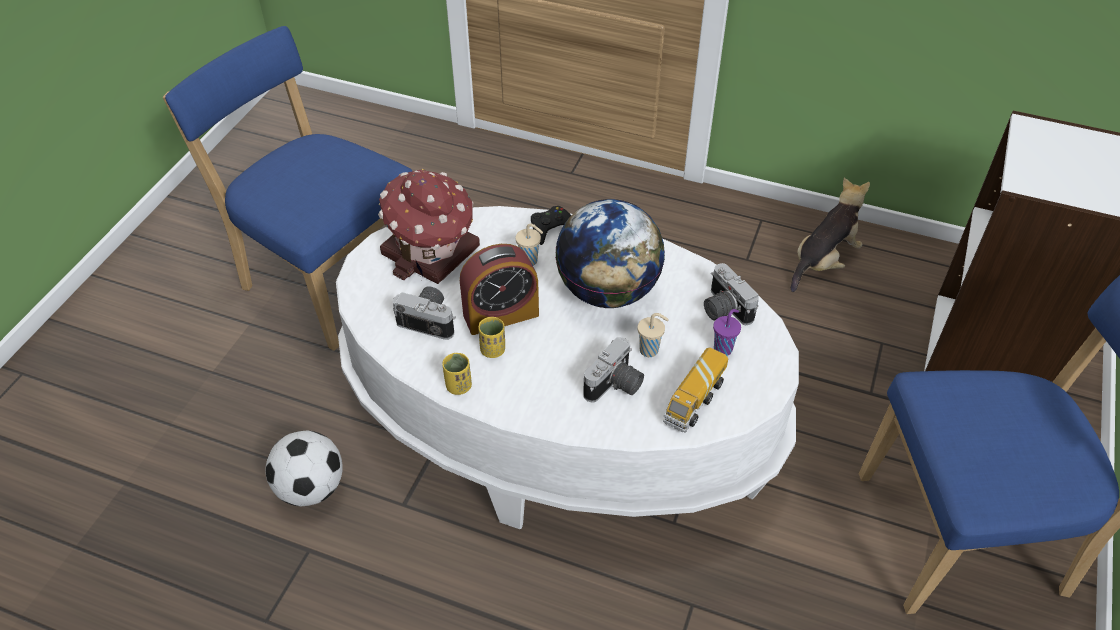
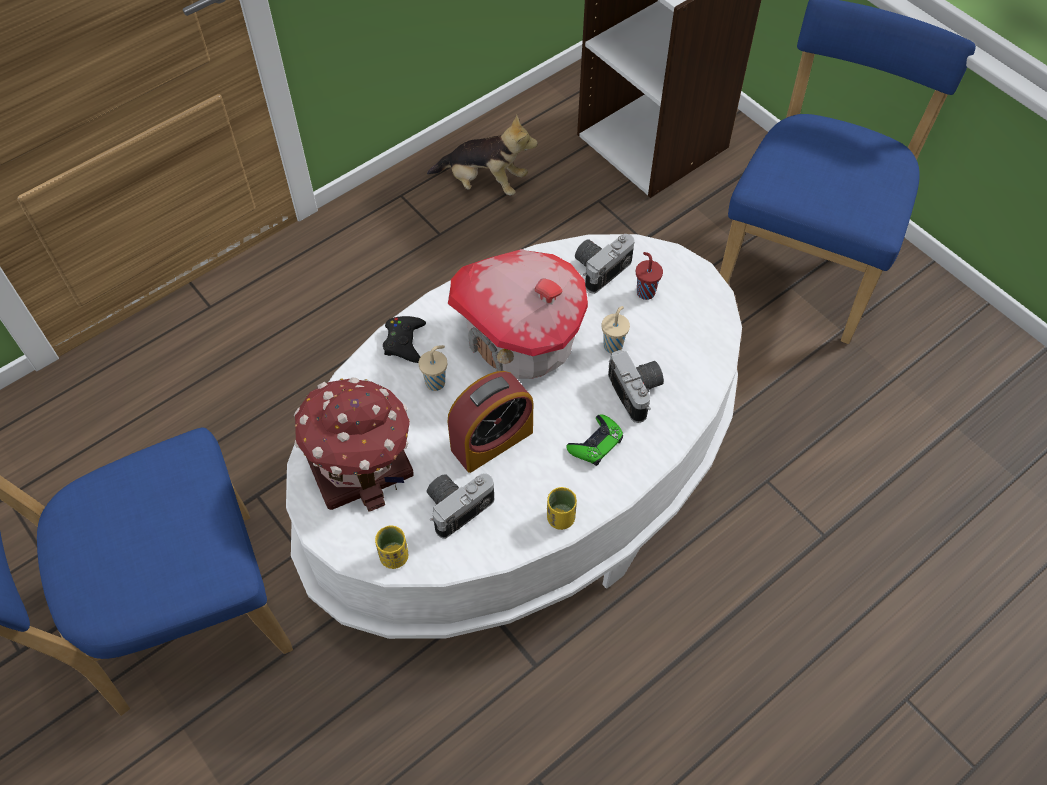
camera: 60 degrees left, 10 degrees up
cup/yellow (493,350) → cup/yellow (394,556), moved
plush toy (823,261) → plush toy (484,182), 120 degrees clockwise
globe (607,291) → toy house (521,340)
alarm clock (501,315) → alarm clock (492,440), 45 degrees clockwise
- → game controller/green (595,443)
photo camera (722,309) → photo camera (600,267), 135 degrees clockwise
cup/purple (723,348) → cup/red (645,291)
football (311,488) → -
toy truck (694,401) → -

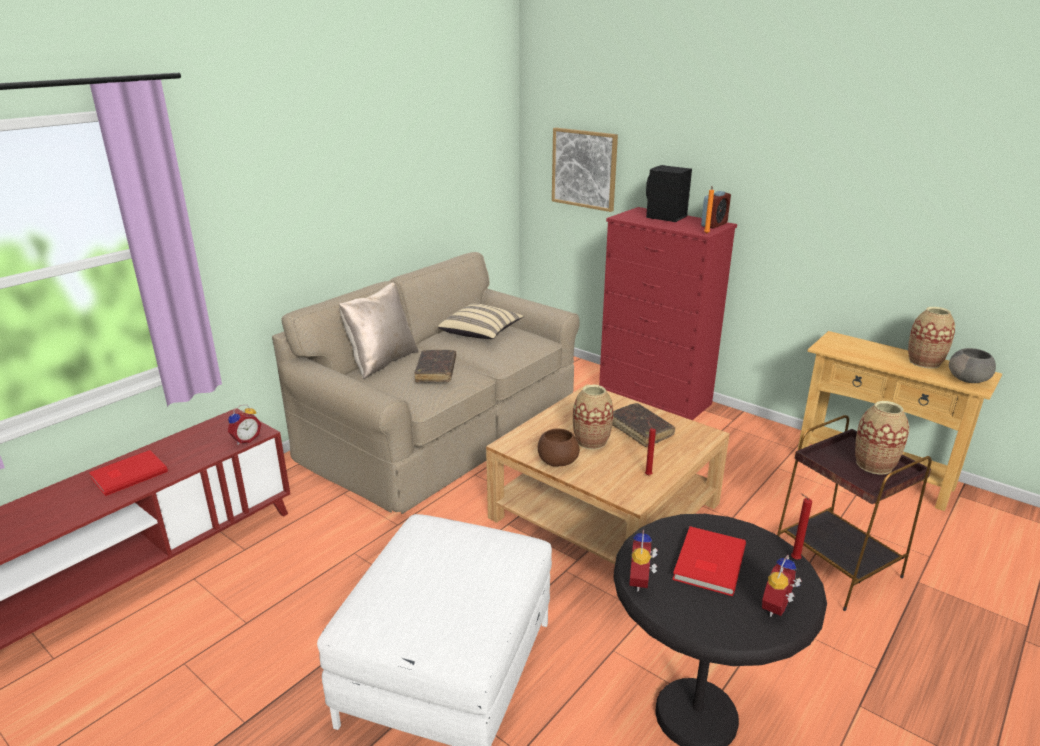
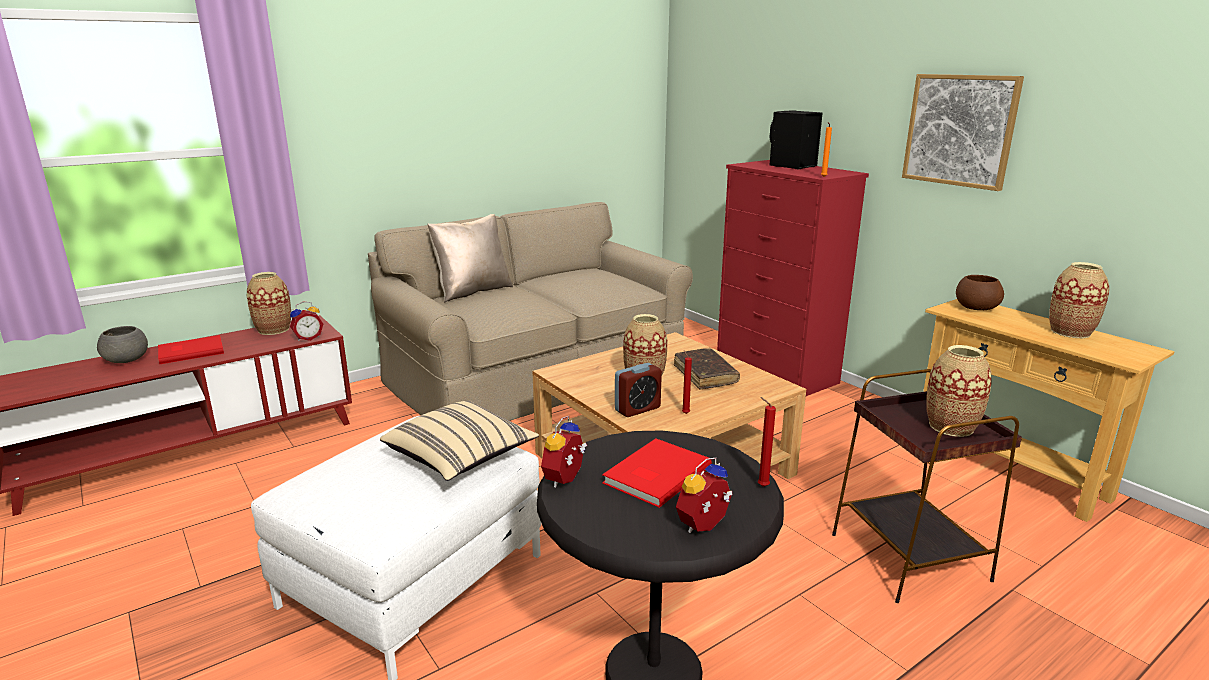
camera: 15 degrees right, 5 degrees down
bowl/grey (968,379) → bowl/grey (127,360), moved
- → vase (274,330)
pillow/beige (481,334) → pillow/beige (461,458), moved
alarm clock (714,225) → alarm clock (637,409), moved
picture (584,169) → picture (960,130), moved
bowl/brown (557,461) → bowl/brown (975,308), moved
book/brown (436,371) → -

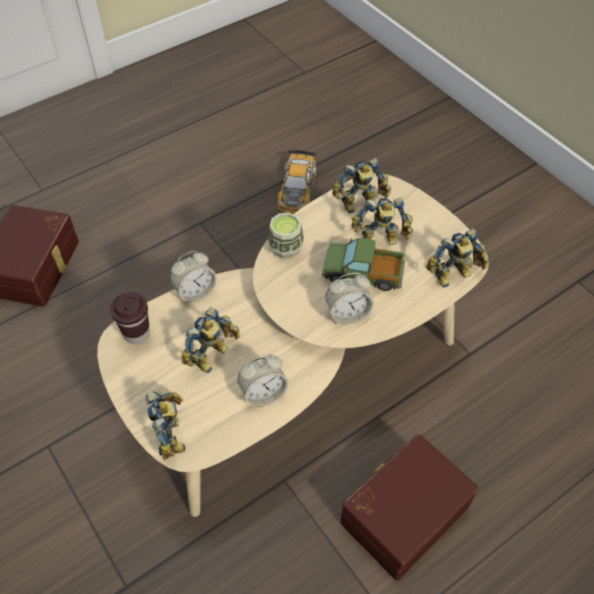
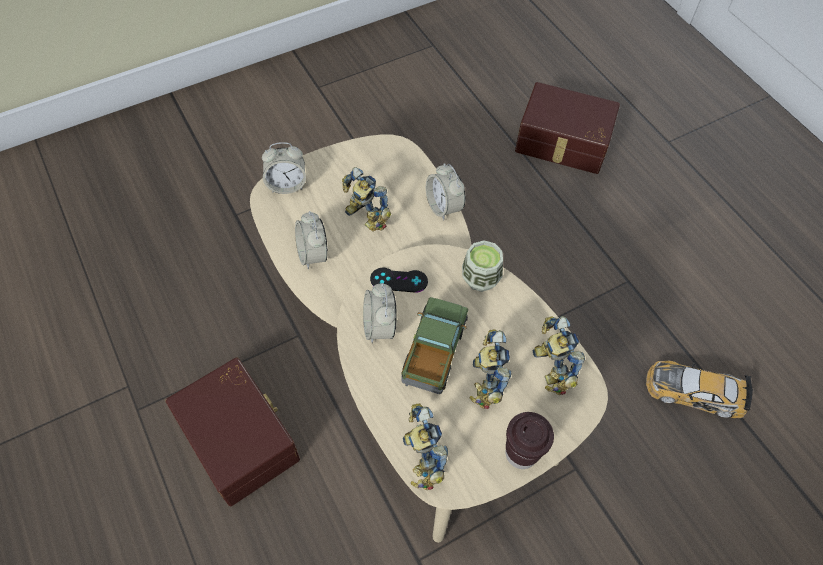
camera: 95 degrees right, 5 degrees up
toy robot (173,435) → alarm clock (287,185)
- → game controller/black (399,280)
cup/brown (137,334) → cup/brown (521,454), moved

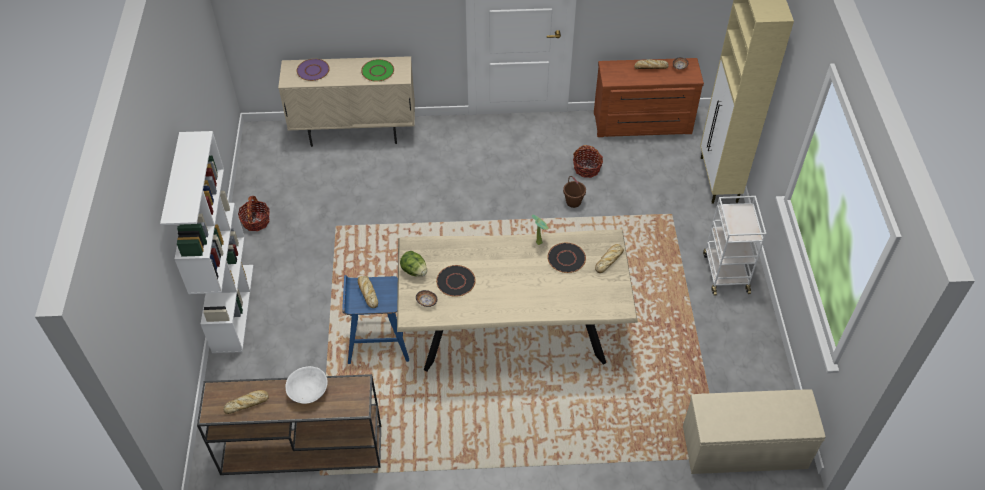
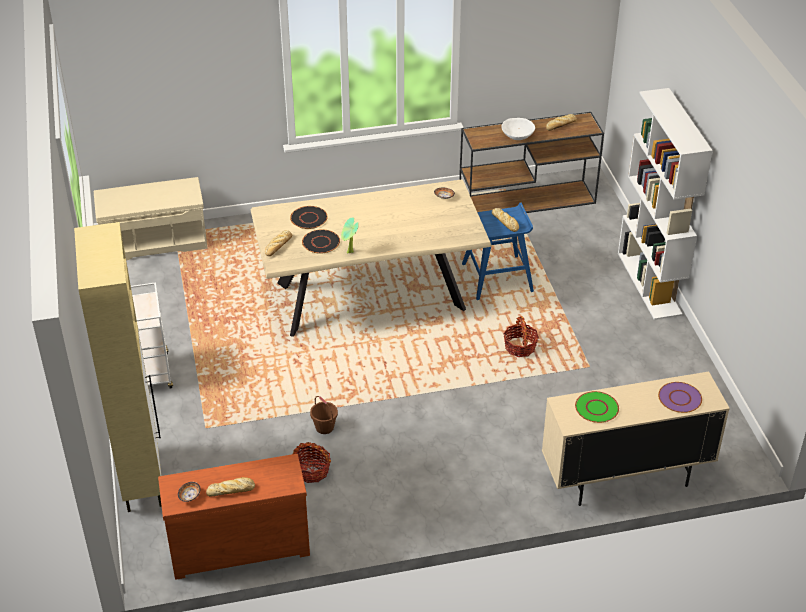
camera: 170 degrees right, 10 degrees down
plate/black (455,281) → plate/black (309,218), moved
basket (256,221) → basket (520,347), moved
lettuce (414,271) → -

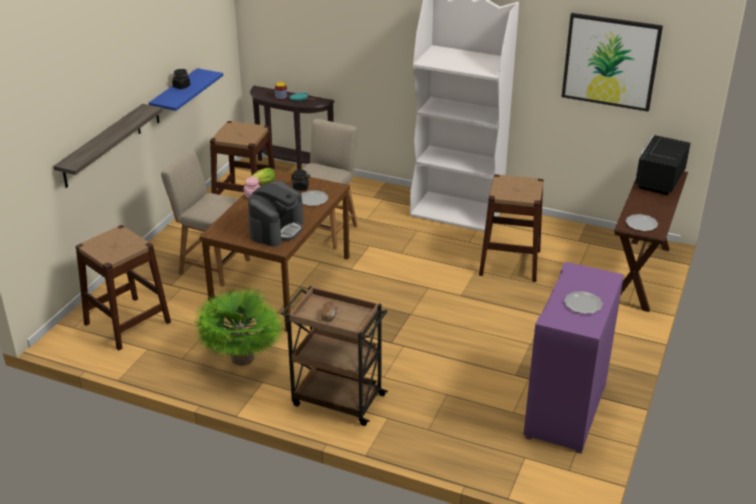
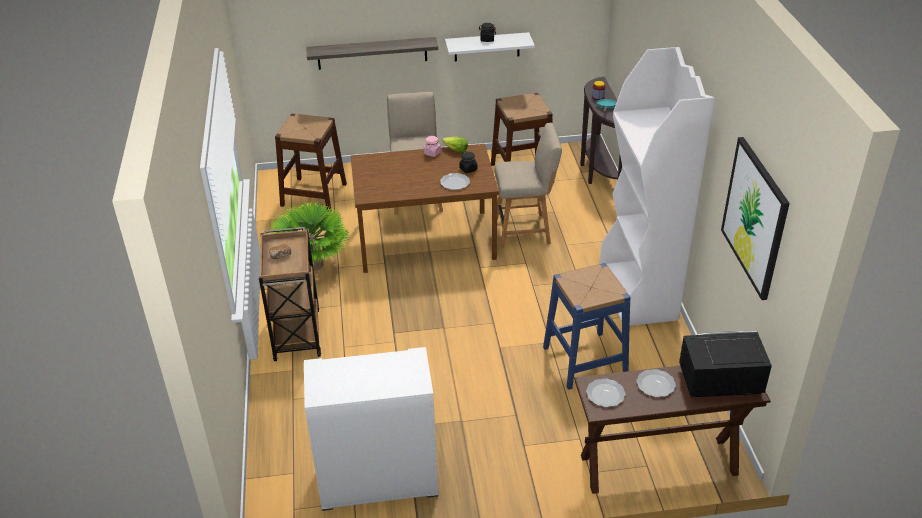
camera: 60 degrees right, 5 degrees up
cabinet/purple (567,410) → cabinet/white (377,480)
shelf/blue (175,97) → shelf/white (487,47)
stool/brown (510,262) → stool/blue (585,360)
plate (583,304) → plate (656,385), moved
coffee machine (277,229) → -

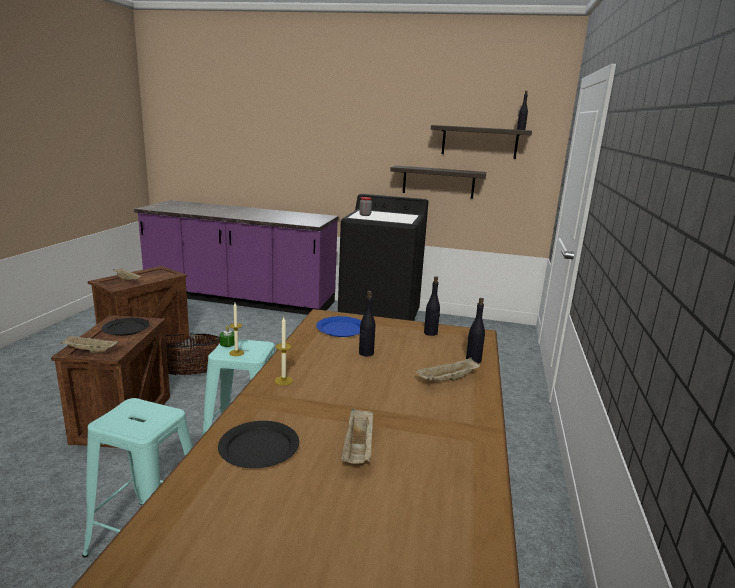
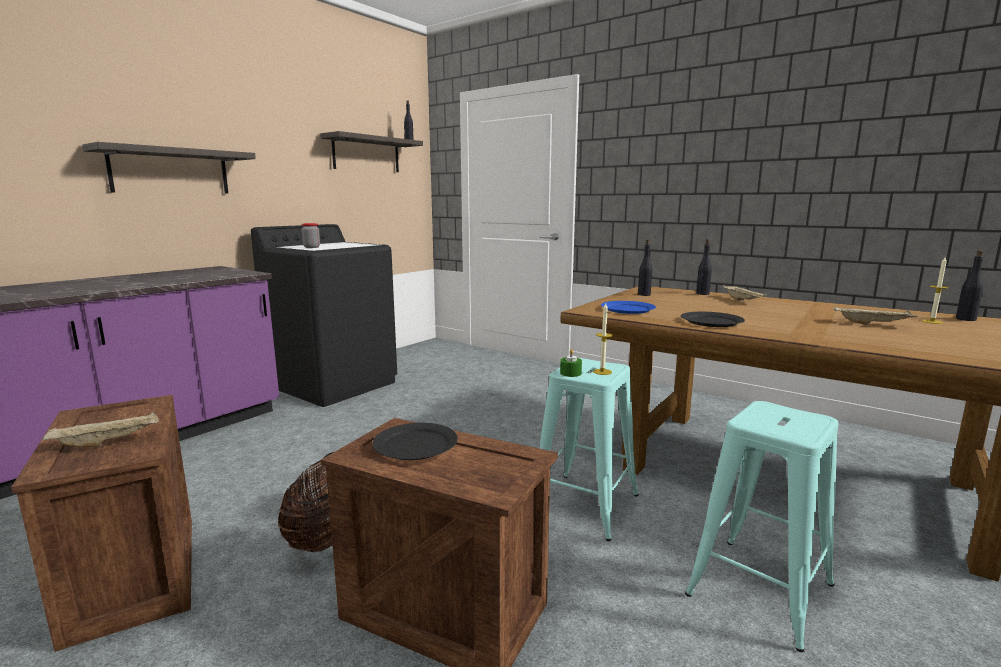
camera: 65 degrees left, 5 degrees down
shelf (438,182) → shelf (170,171), moved
plate/black (258,448) → plate/black (712,322), moved
candle (283,380) → candle (932,322), moved
bottle/black (366,353) → bottle/black (966,319), moved
tray/beige (89,351) → -

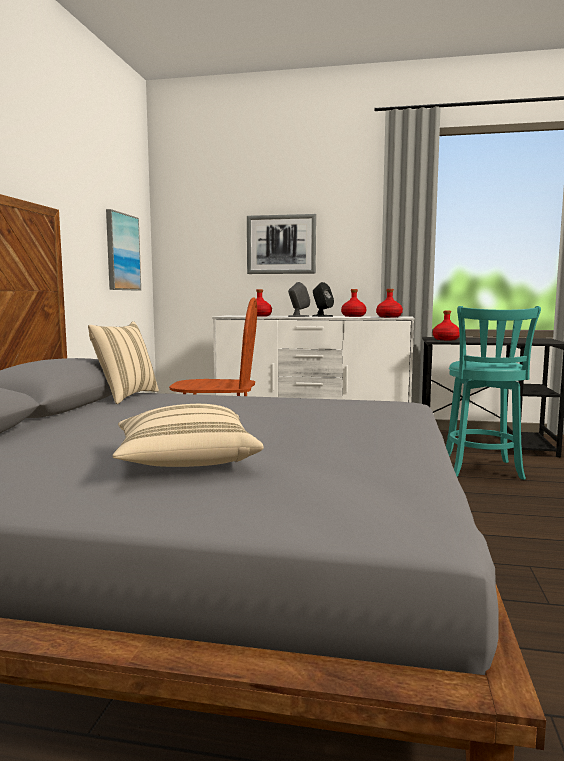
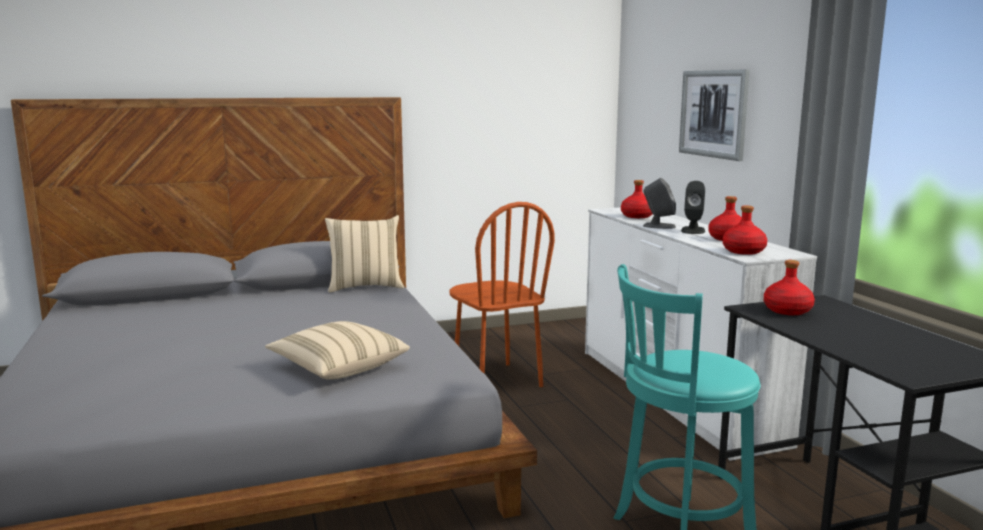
camera: 60 degrees right, 5 degrees up
pillow/beige (185,461) → pillow/beige (338,367), moved
picture (122,252) → -

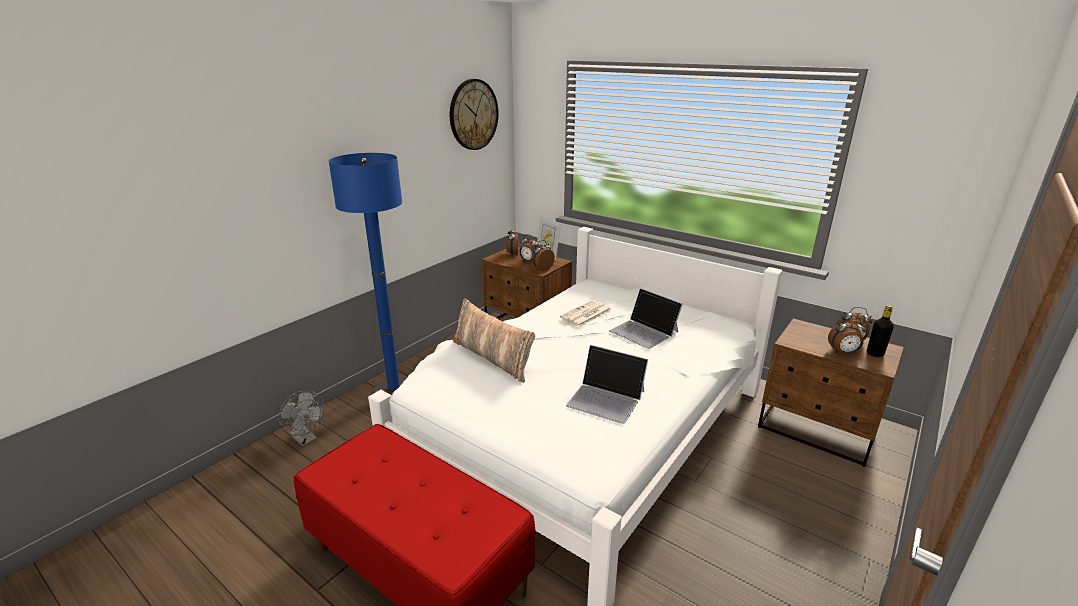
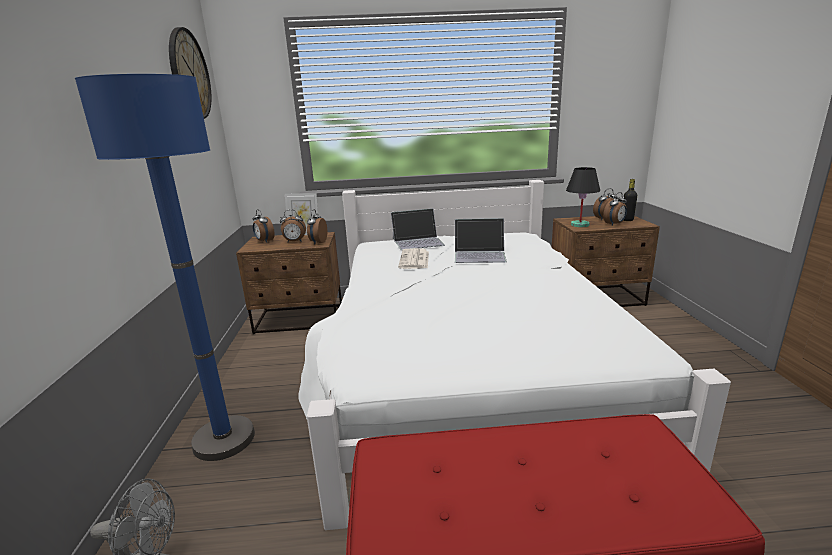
camera: 40 degrees left, 5 degrees down
laptop (606,398) → laptop (418,241), moved
- → table lamp/black (579,225)
pillow (492,358) → -

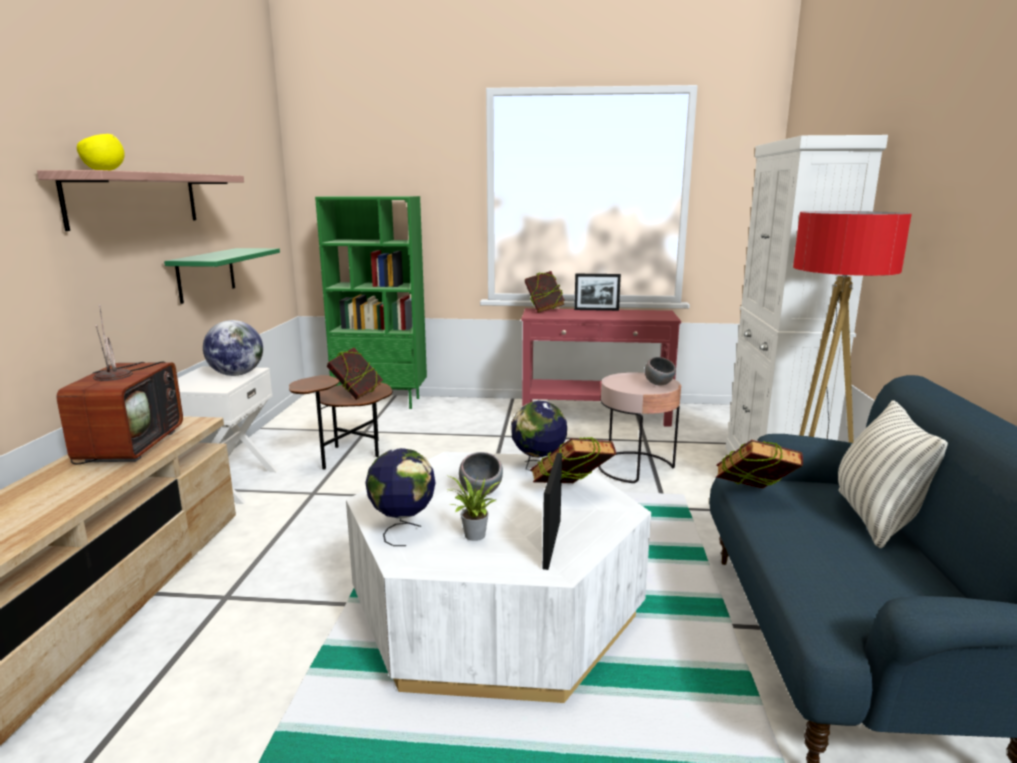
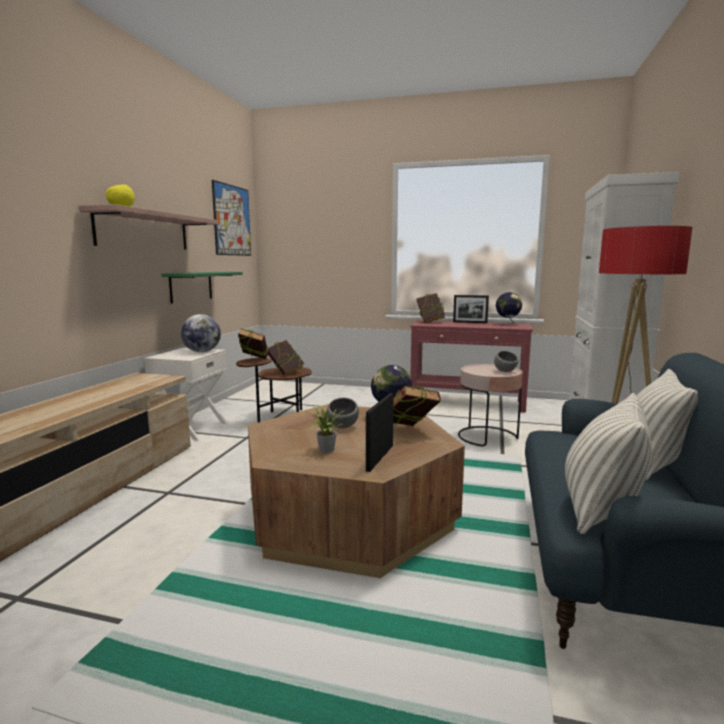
camera: 10 degrees right, 5 degrees down
- → picture (232,220)
book (753,497) → book (254,360), moved
coffee table/white (496,610) → coffee table/brown (350,516)
globe (403,531) → globe (507,324), moved
- → pillow (601,509)
television (129,445) → -
bookcase/green (382,402) → -

